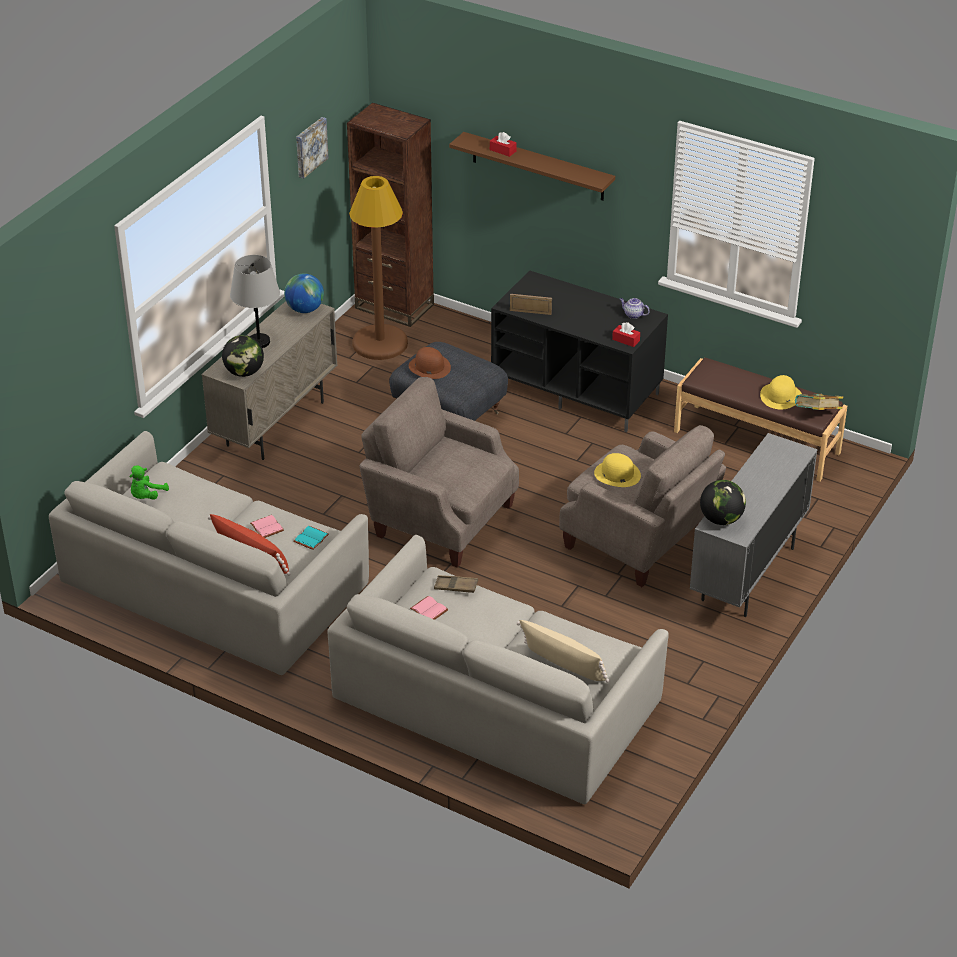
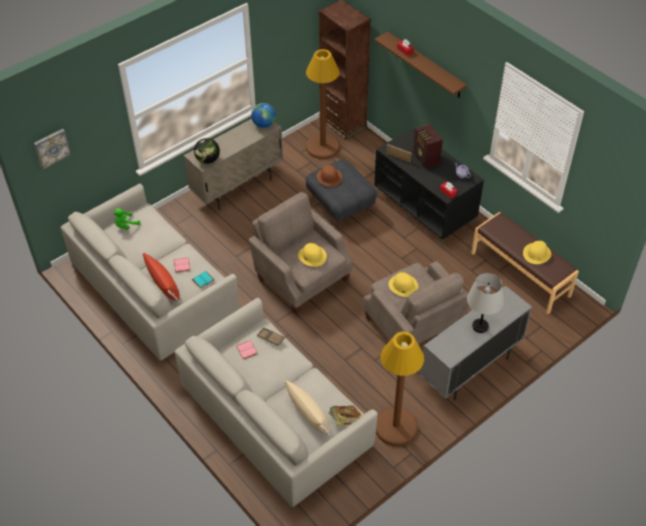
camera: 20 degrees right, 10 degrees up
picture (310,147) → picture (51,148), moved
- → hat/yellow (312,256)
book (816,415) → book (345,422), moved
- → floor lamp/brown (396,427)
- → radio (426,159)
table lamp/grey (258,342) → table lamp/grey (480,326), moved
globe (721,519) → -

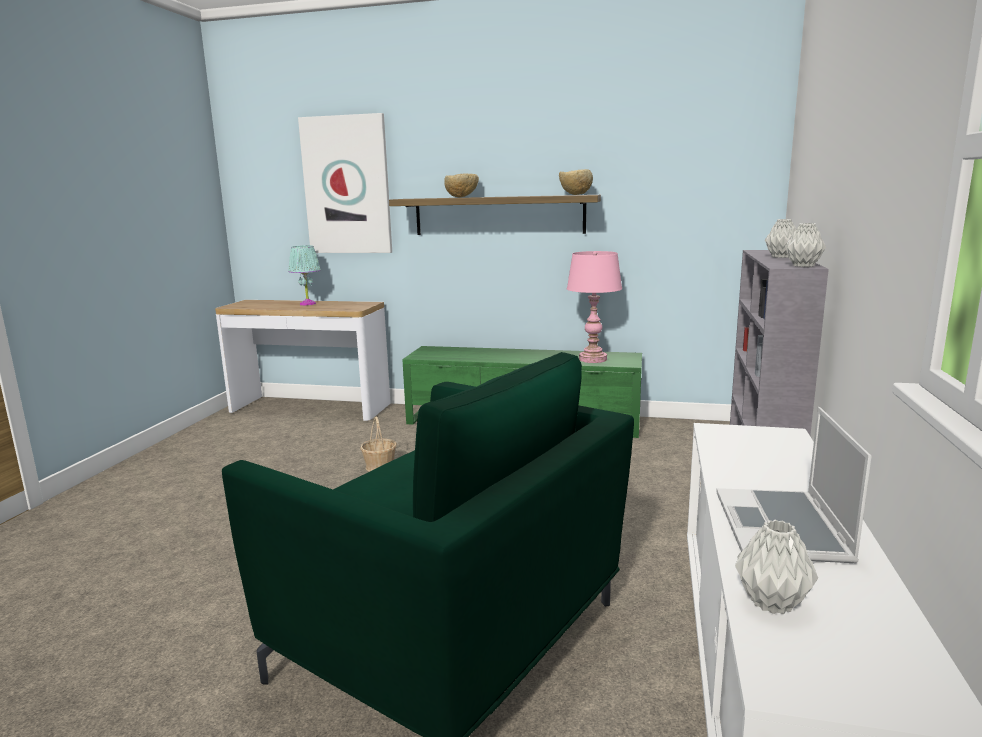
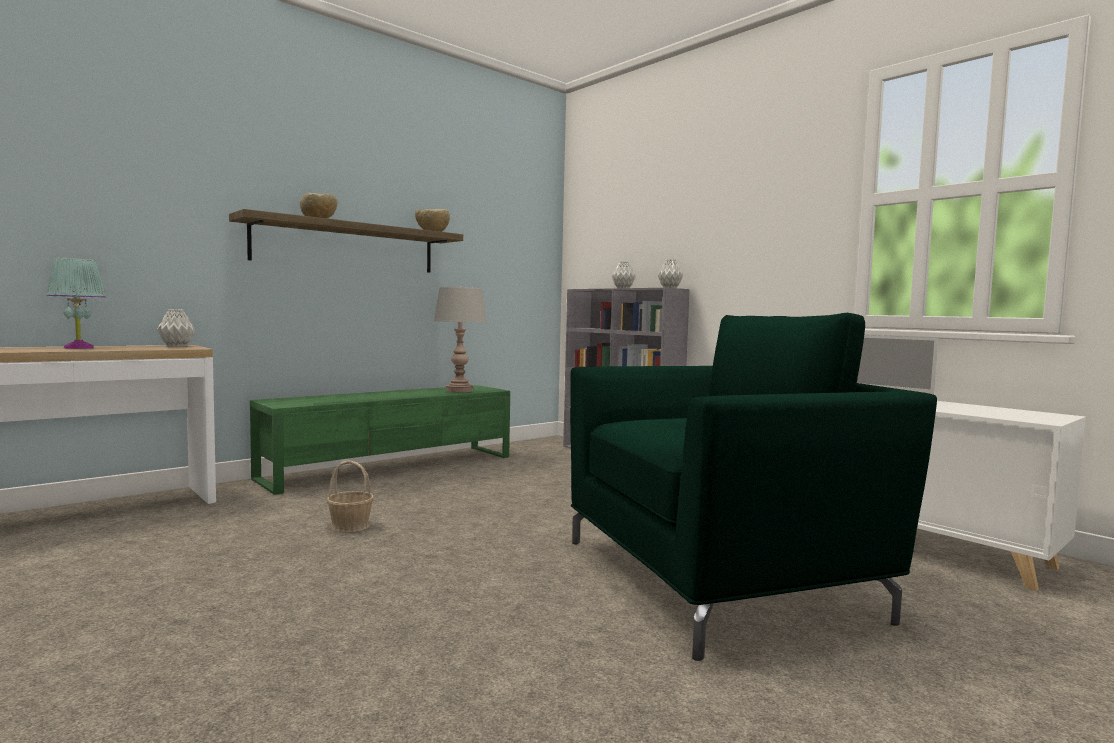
camera: 55 degrees left, 10 degrees down
vase/grey (770,603) → vase/grey (176,346), moved
table lamp/pink (593,359) → table lamp/grey (459,390)
picture (347,185) → -

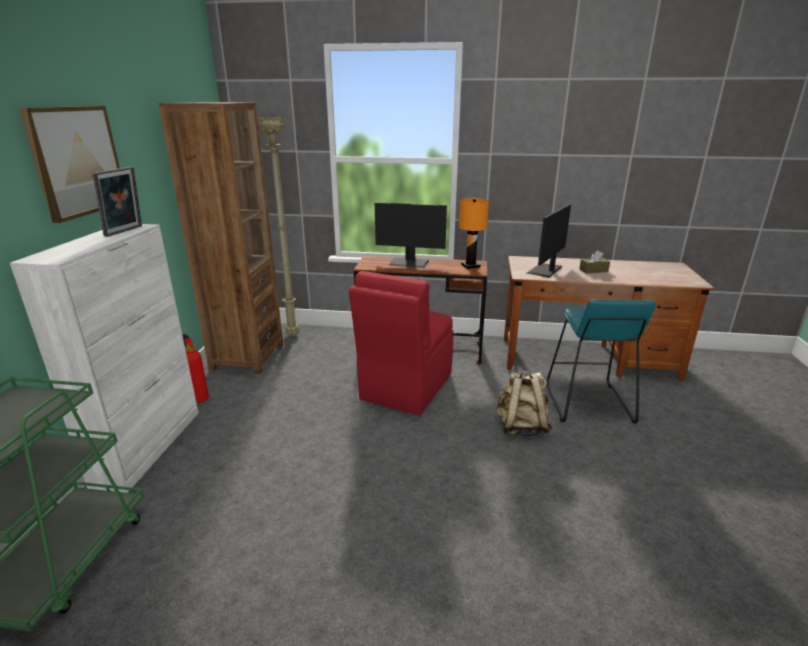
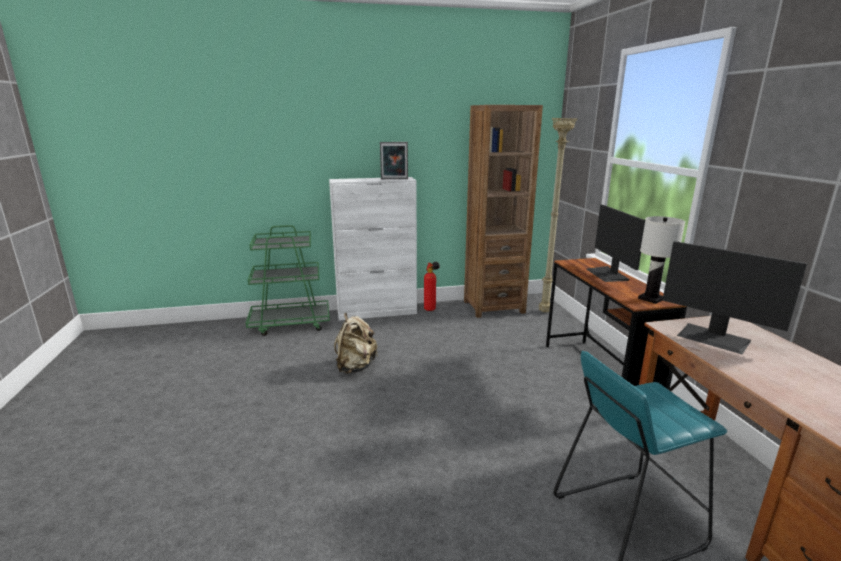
camera: 70 degrees right, 5 degrees down
backpack/beige (520,427) → backpack/beige (355,367), moved
table lamp/orange (471,266) → table lamp/white (651,299)
monitor (545,270) → monitor (714,338), 150 degrees counterclockwise
picture (76,161) → -
chair/red (405,388) → -
tissue box/brown (593,270) → -

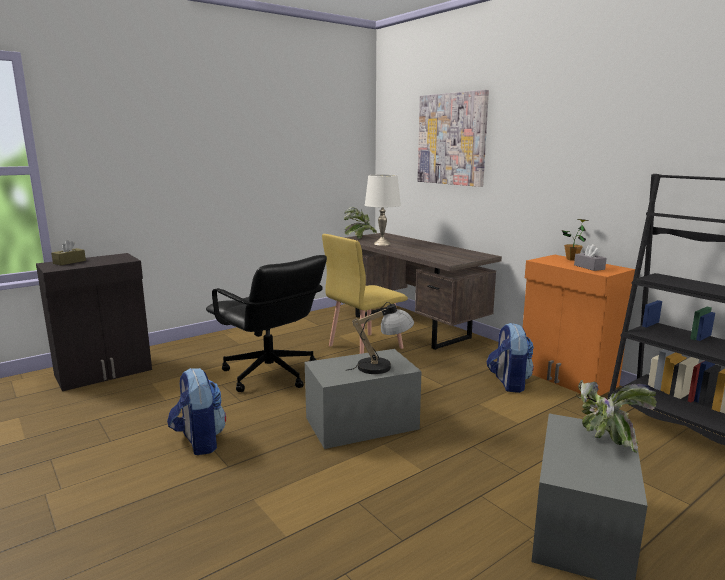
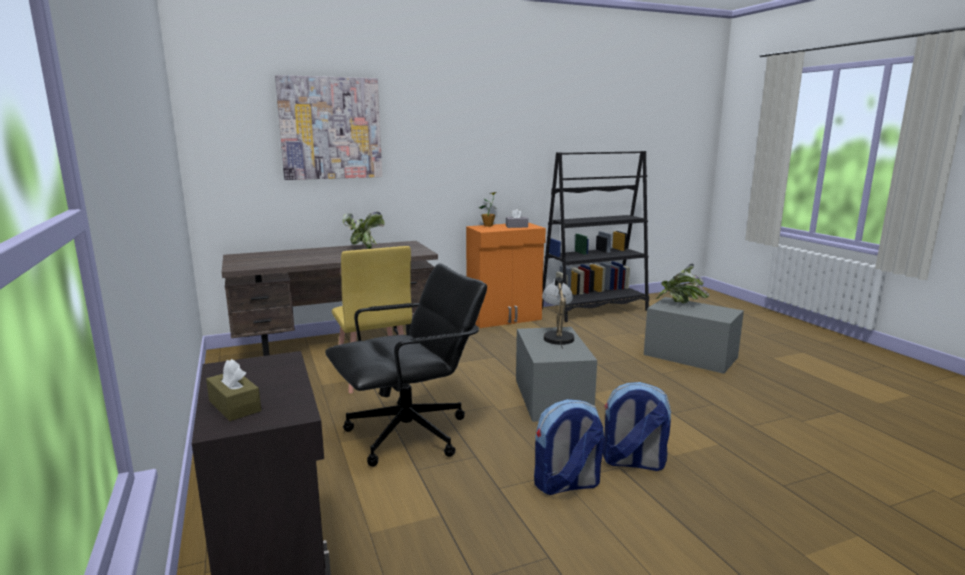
camera: 75 degrees left, 0 degrees up
potted plant (359,237) → potted plant (362,248), moved
backpack (508,383) → backpack (633,462), moved
table lamp/white (382,243) → -

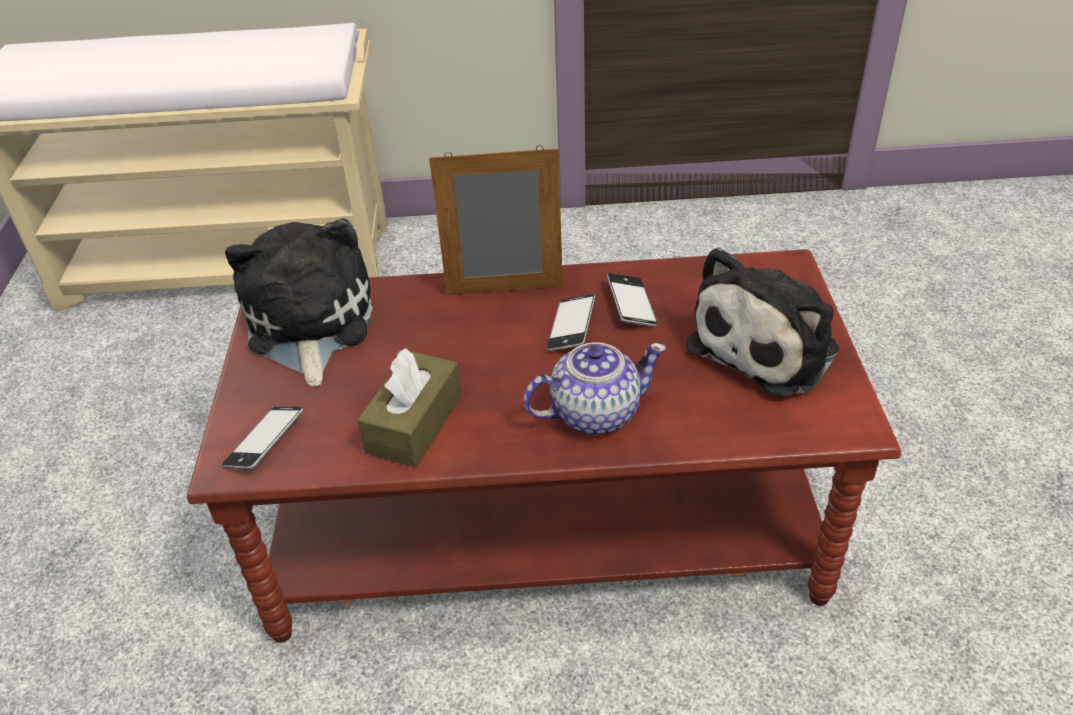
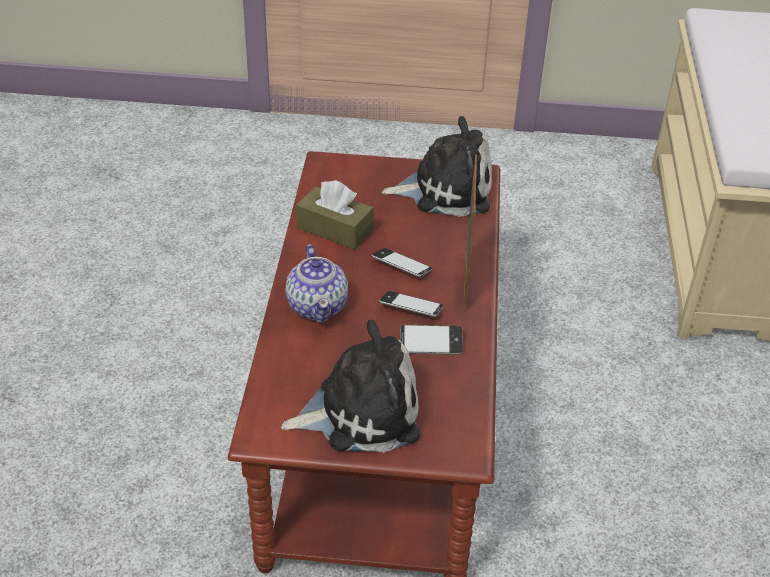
camera: 95 degrees right, 0 degrees up
plush toy (769,345) → plush toy (360,411), 120 degrees clockwise
phone (265,443) → phone (401,266), moved

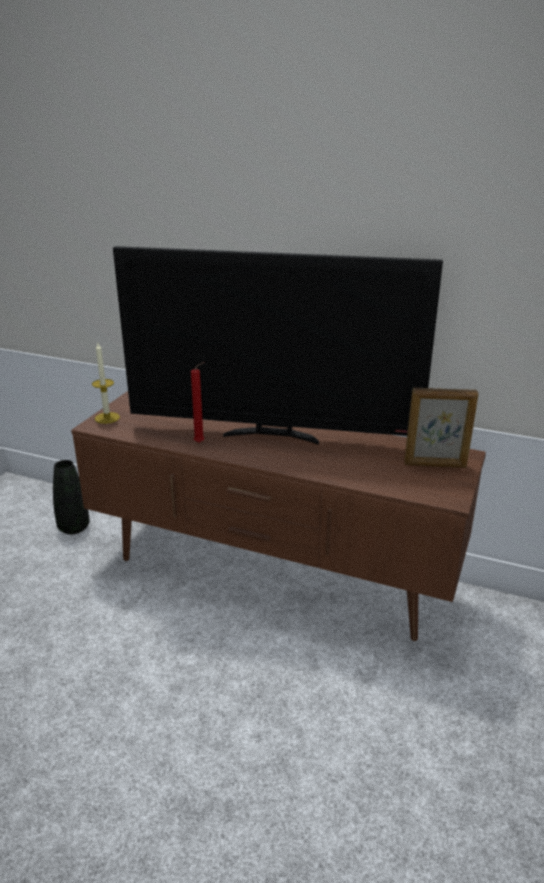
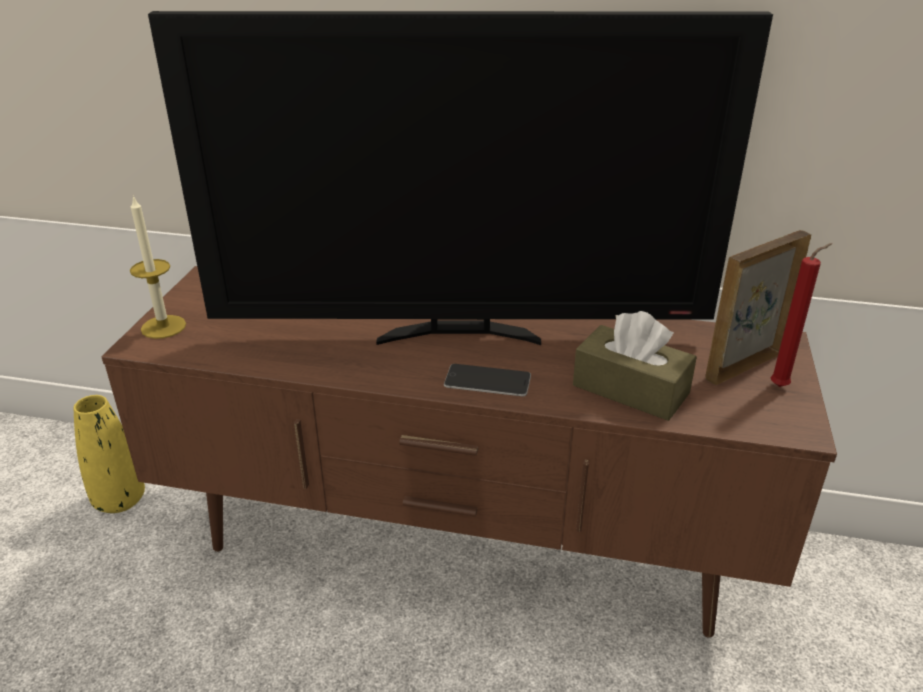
camera: 10 degrees left, 5 degrees up
vase/black (74,528) → vase/yellow (120,500)
- → phone (487,380)
- → tissue box/brown (630,389)
picture frame (435,465) → picture frame (742,365), 150 degrees clockwise
candle/red (201,443) → candle/red (782,386), moved

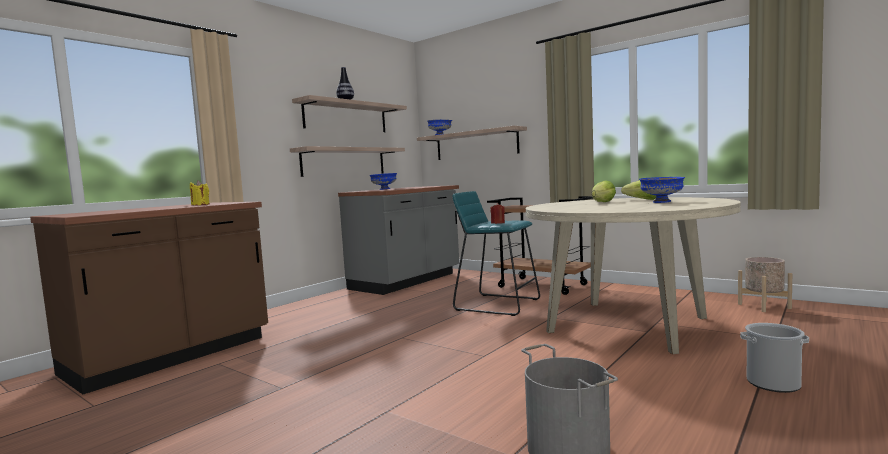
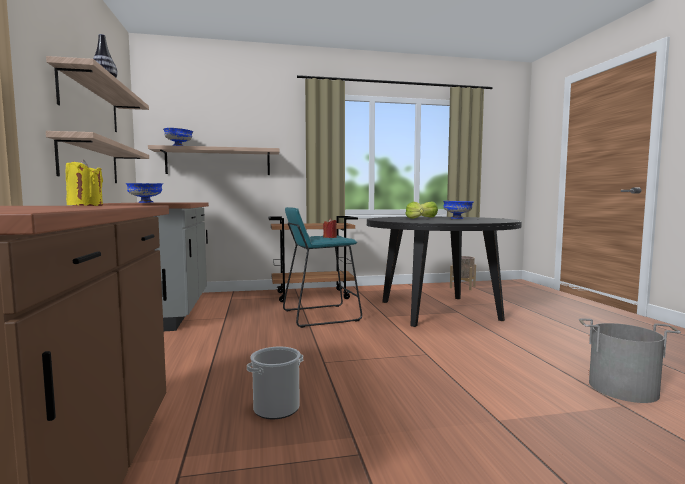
camera: 50 degrees left, 0 degrees up
bucket (773,383) → bucket (276,408), moved
dining table/beige (627,325) → dining table/black (438,310)

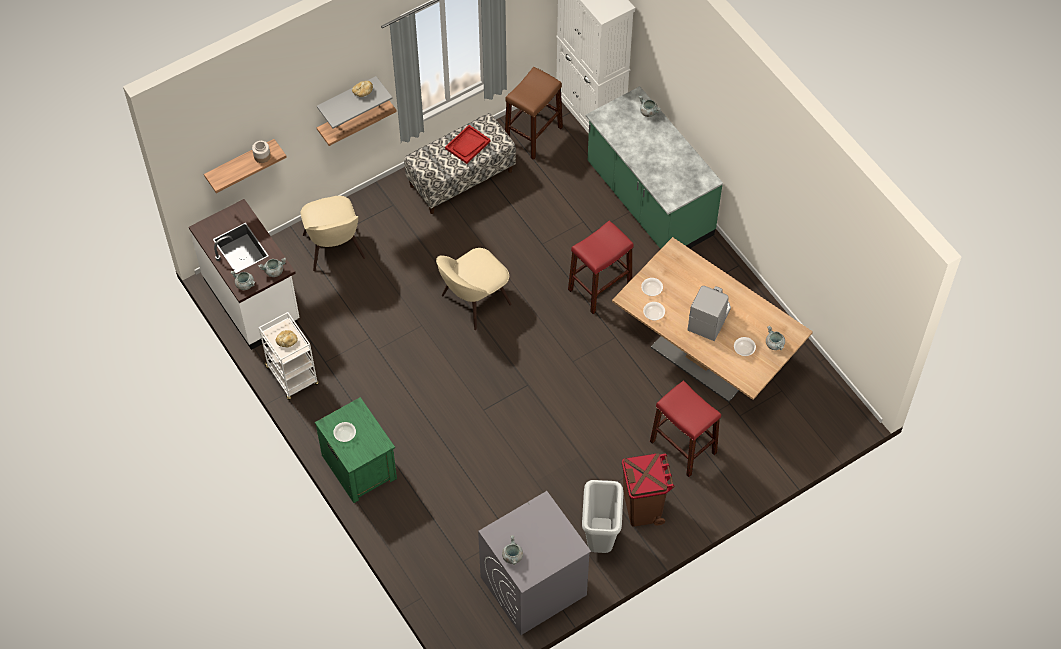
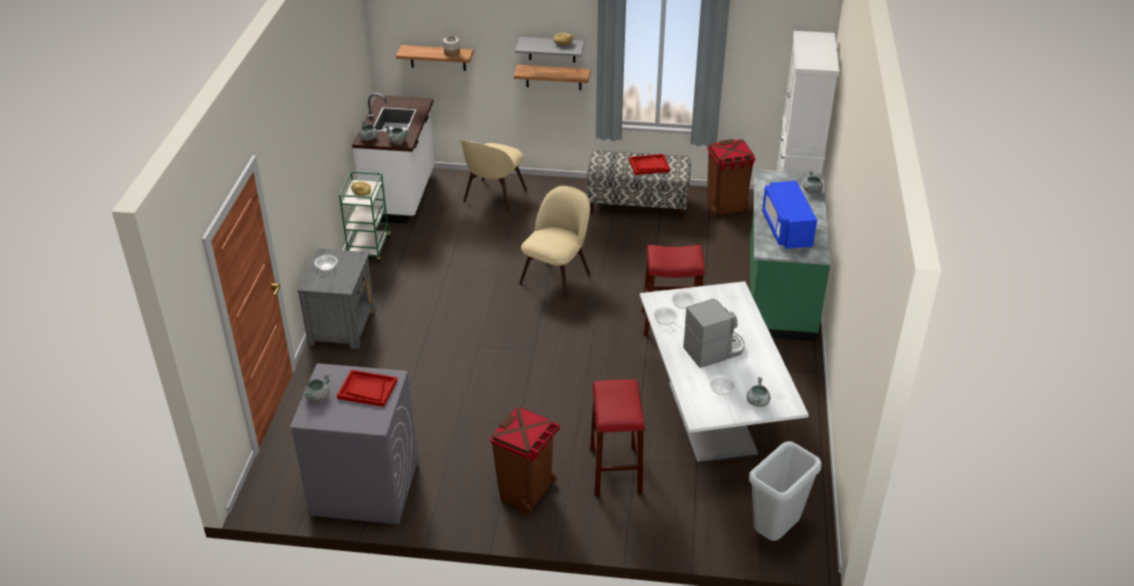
camera: 40 degrees right, 20 degrees down
nightstand/green (359,466) → nightstand/grey (342,325)
- → tray/red (367,389)
cart/white (292,377) → cart/green (369,249)
chair/beige (473,301) → chair/beige (556,277), 120 degrees clockwise
dining table/brown (705,357) → dining table/white (711,419)
stool/brown (533,135) → trash can/brown (726,208)
trash can/grey (601,540) → trash can/grey (775,533), moved
- → microwave/blue (786,229)

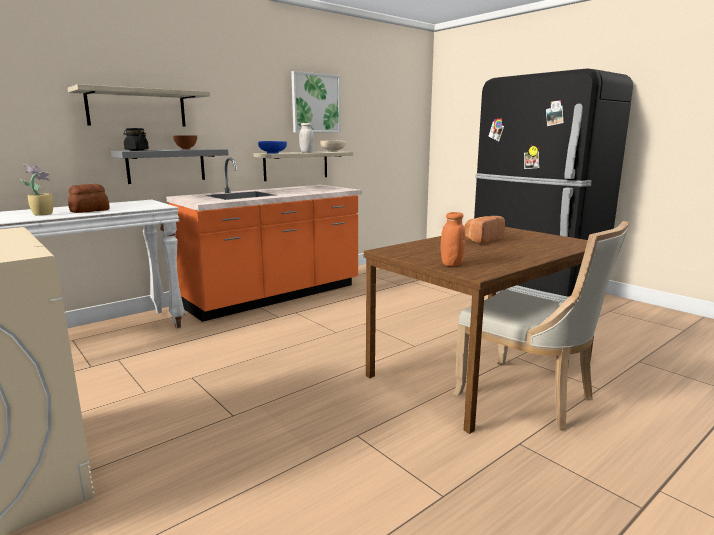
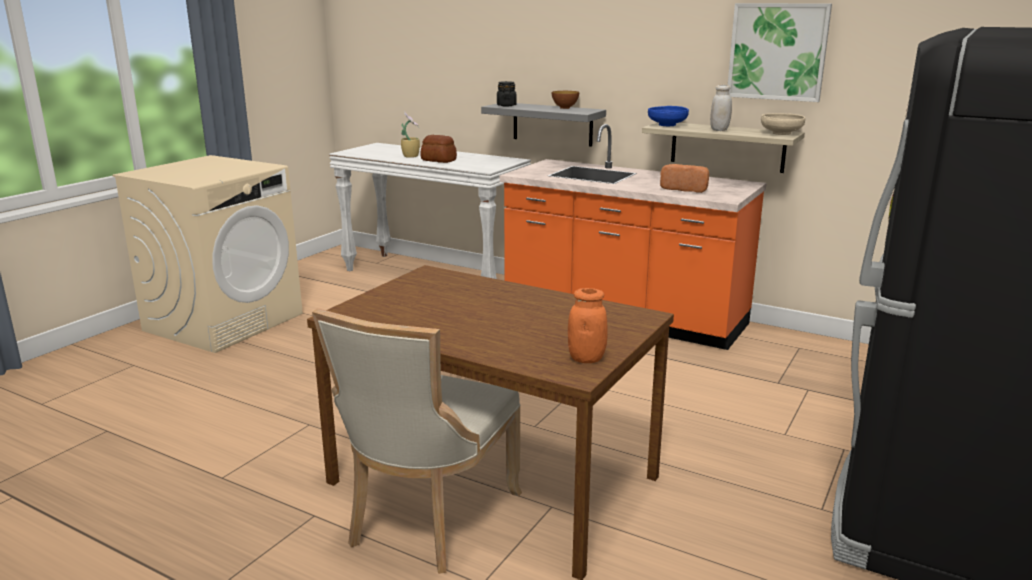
camera: 70 degrees right, 5 degrees up
jar/orange (451,264) → jar/orange (586,358), moved
bread (481,240) → bread (685,189), moved
shelf (137,108) → -

